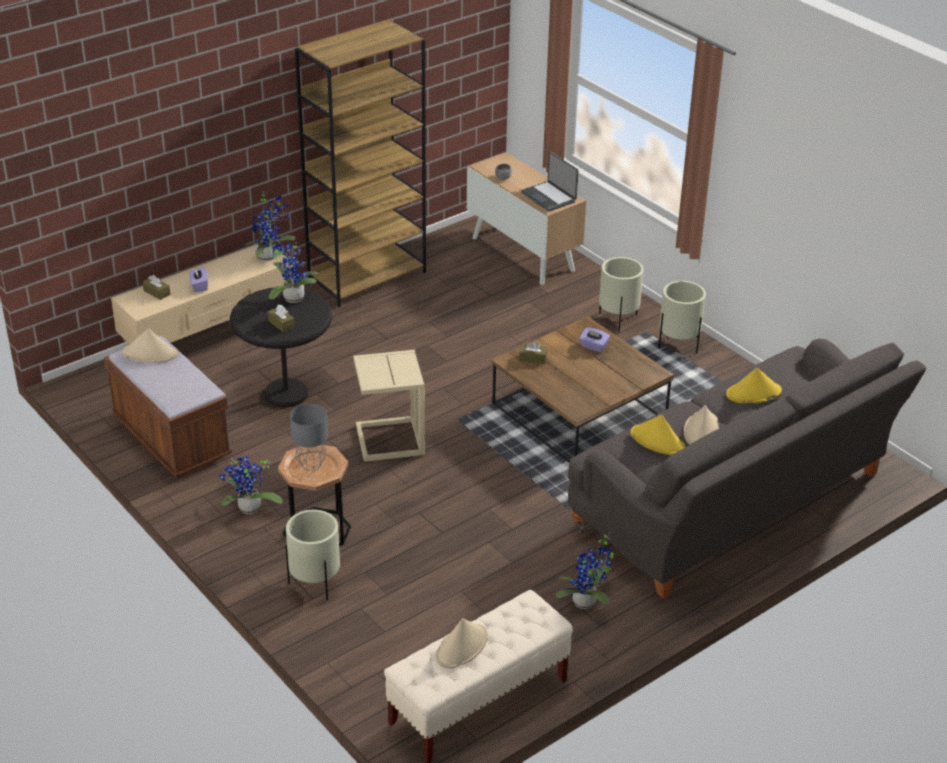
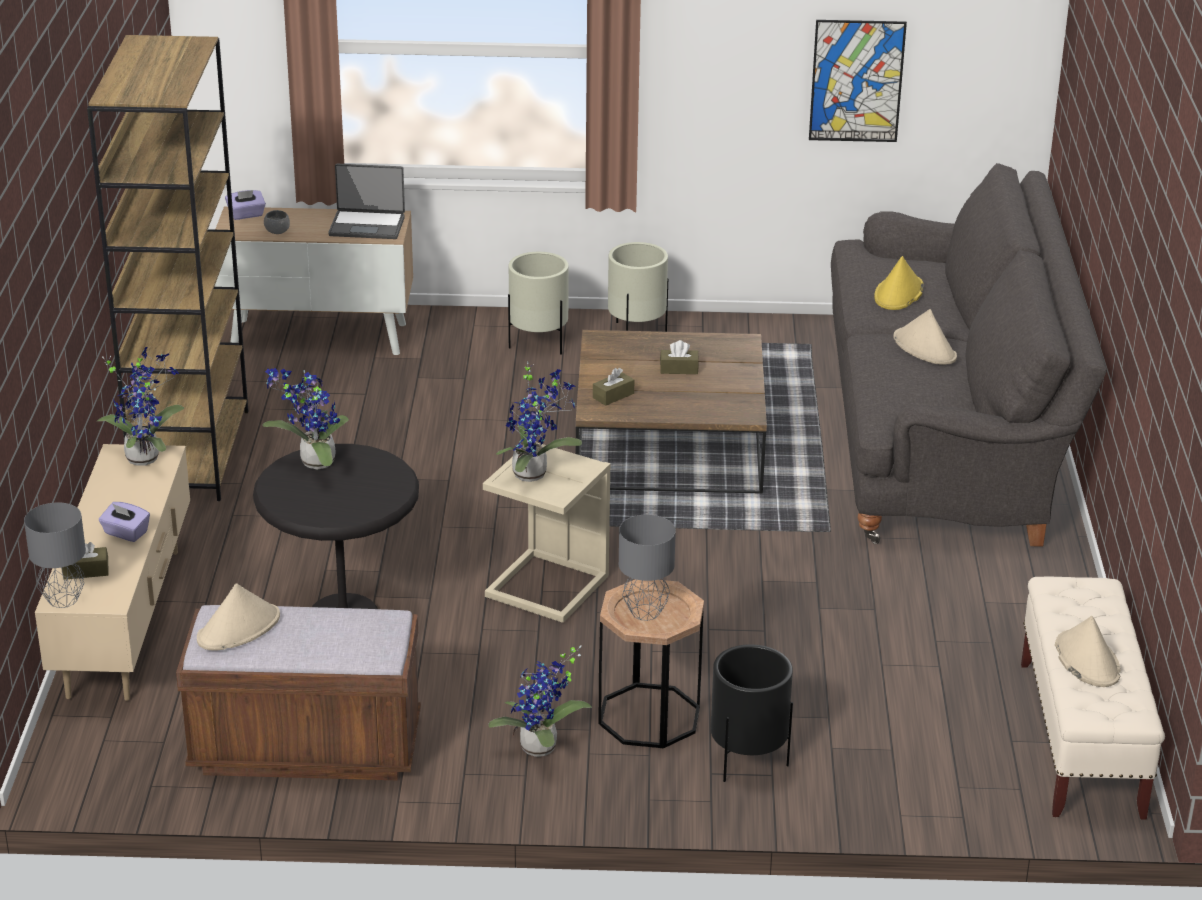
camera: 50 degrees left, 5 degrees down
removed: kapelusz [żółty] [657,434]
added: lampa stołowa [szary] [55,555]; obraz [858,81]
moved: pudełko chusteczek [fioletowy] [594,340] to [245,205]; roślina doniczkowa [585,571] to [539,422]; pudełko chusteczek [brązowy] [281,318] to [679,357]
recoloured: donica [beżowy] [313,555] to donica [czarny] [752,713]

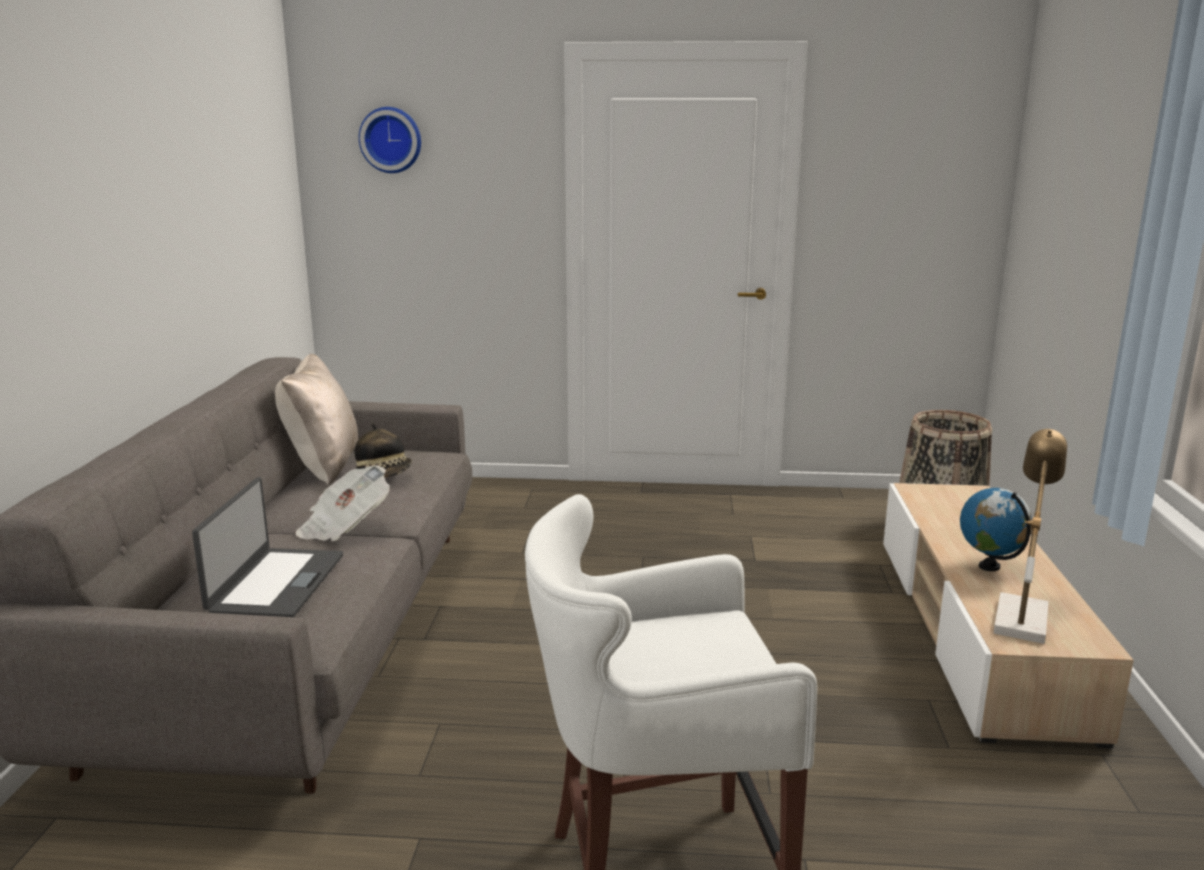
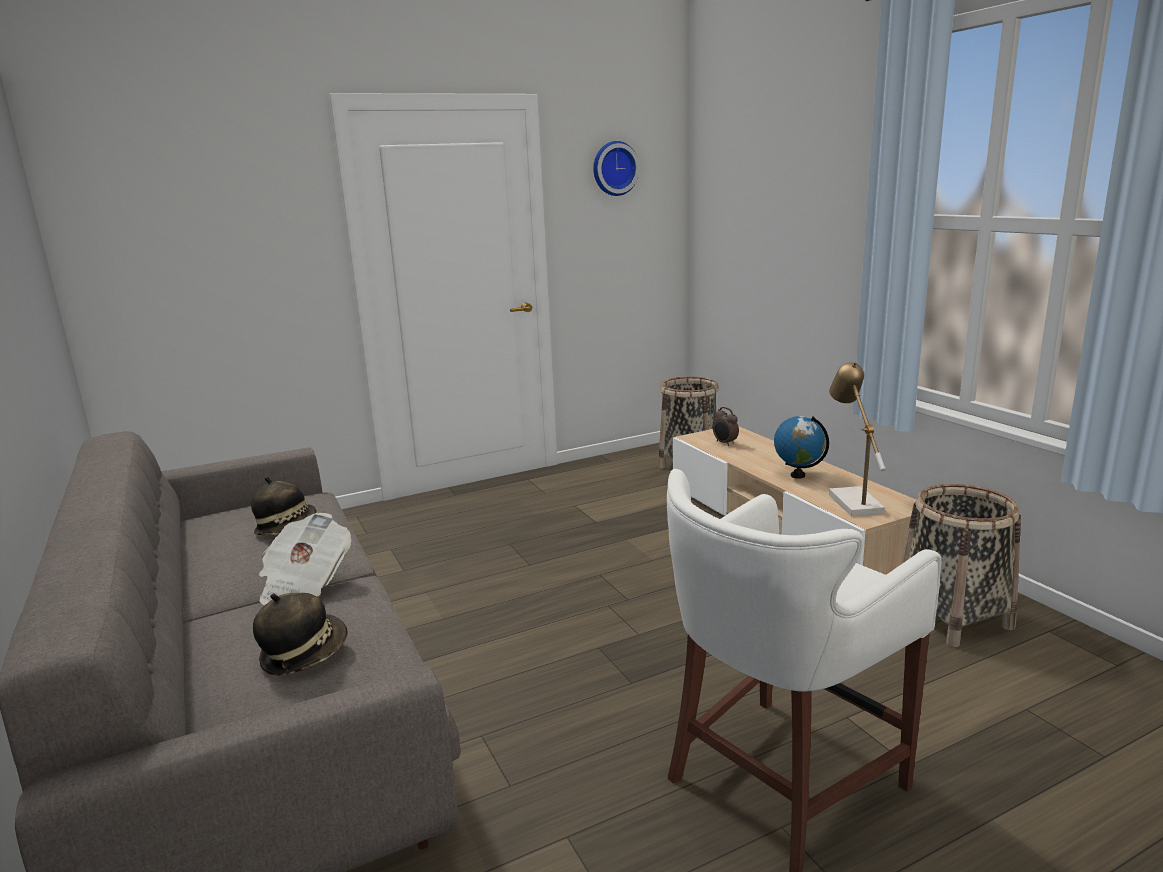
camera: 30 degrees left, 0 degrees up
removed: poduszka [beżowy] [317,419]
added: budzik [726,426]; koszyk [961,565]
moved: zegar ścienny [390,140] to [616,168]
replaced: laptop [267,547] to kapelusz [300,634]

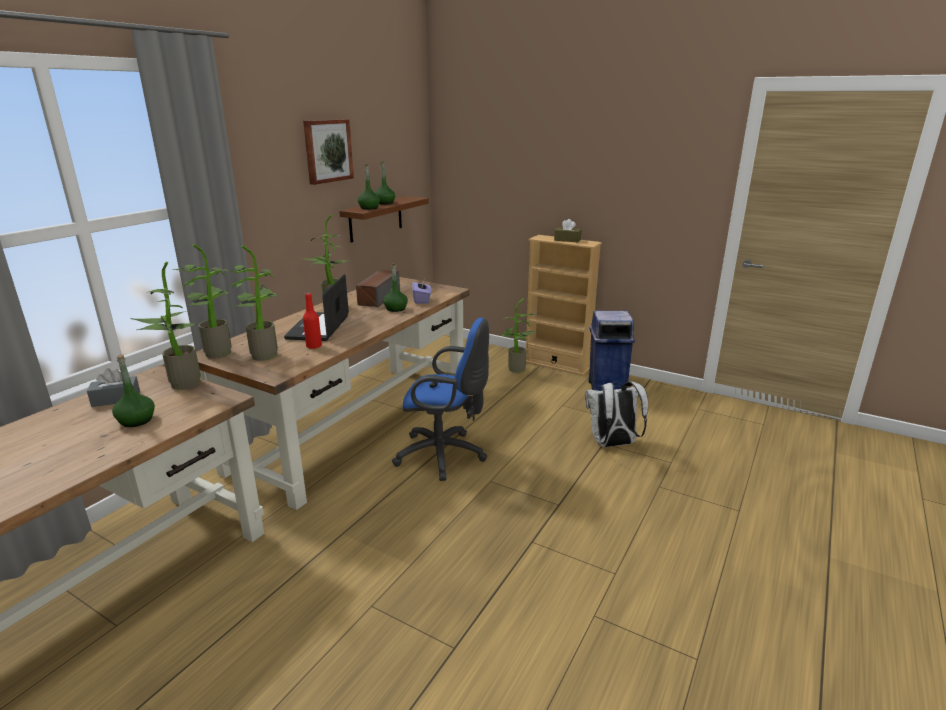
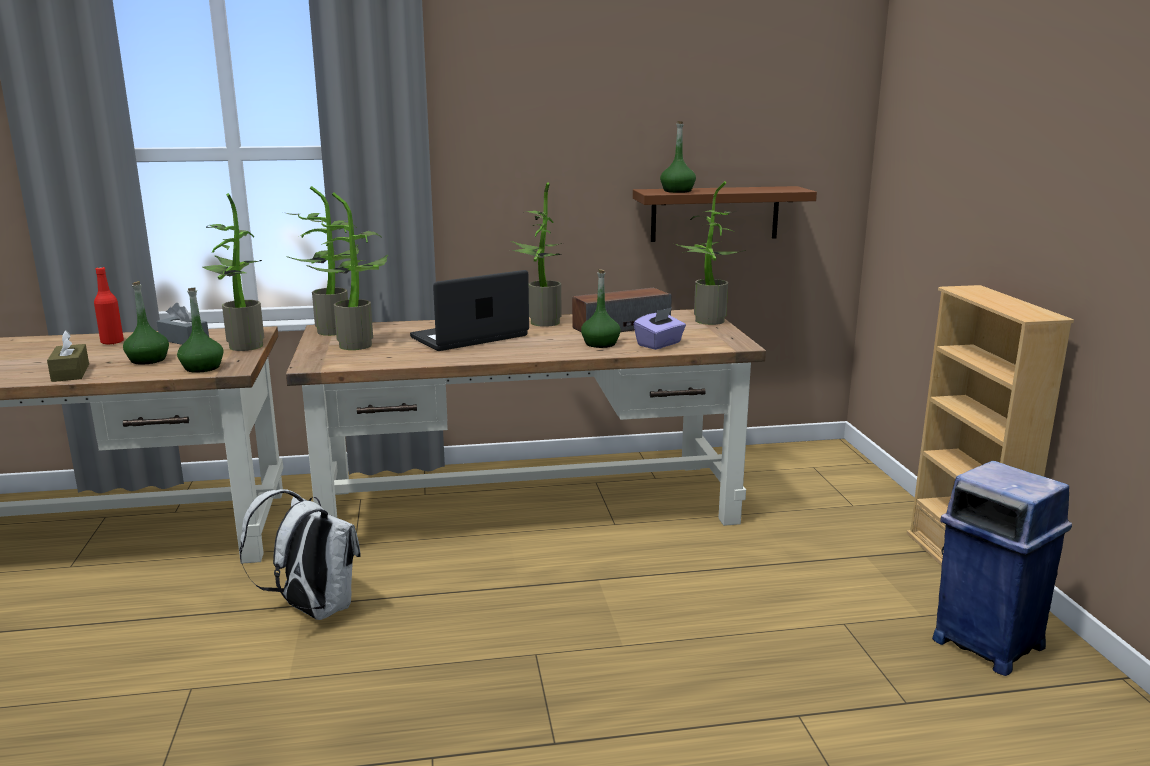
camera: 50 degrees right, 5 degrees down
removed: obraz [328,152]; krzesło biurowe [niebieski] [440,399]
moved: pudełko chusteczek [brązowy] [568,230] to [68,356]; butelka [czerwony] [312,321] to [109,306]; butelka [zielony] [385,183] to [200,330]; plecak [biały] [616,414] to [299,554]; roślina doniczkowa [520,335] to [710,253]

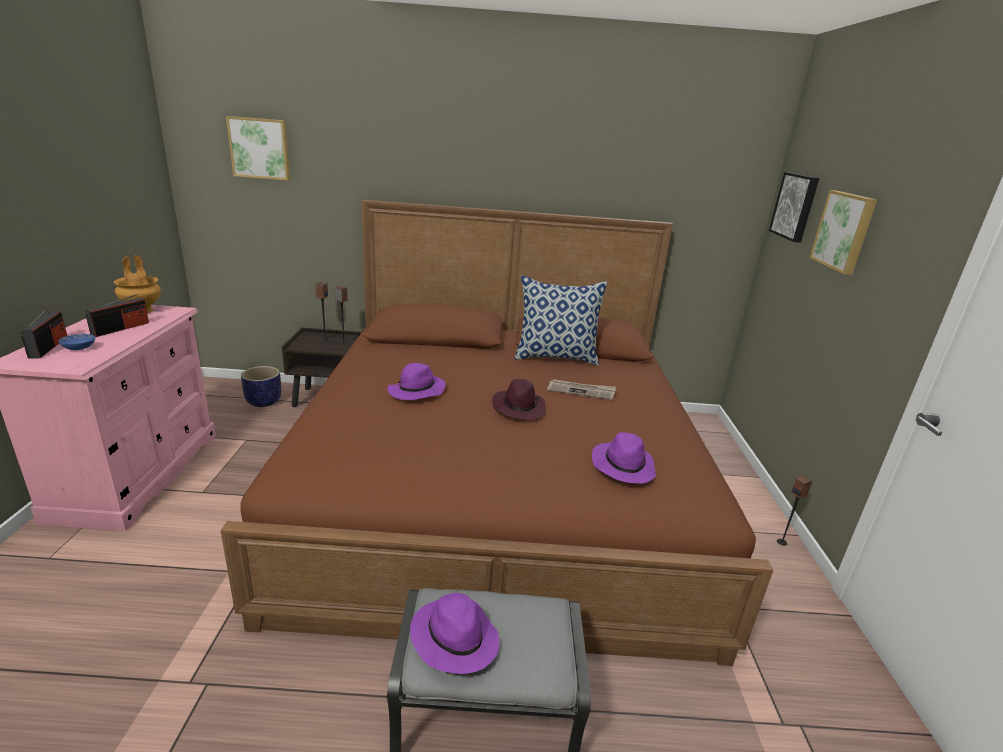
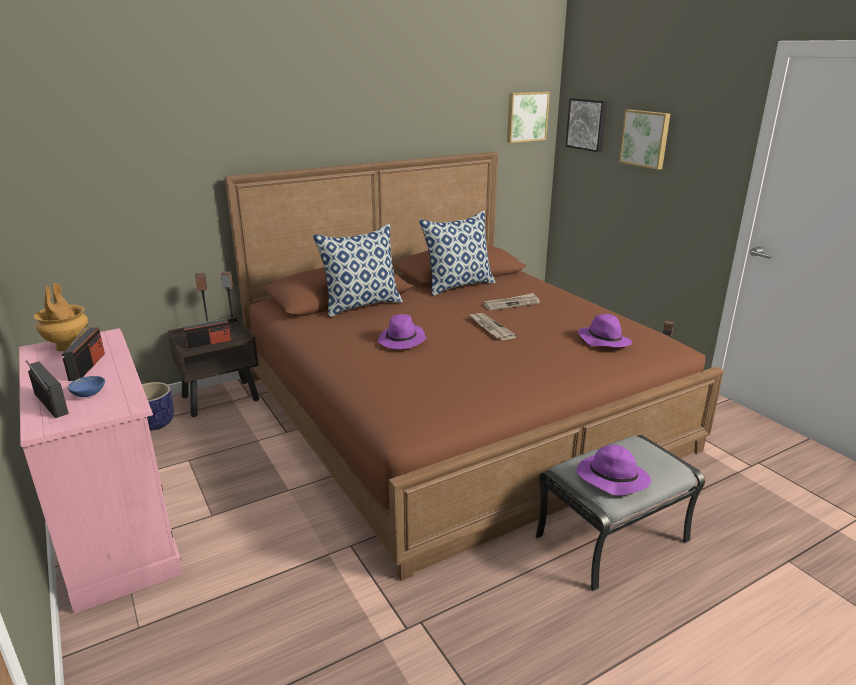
camera: 30 degrees left, 0 degrees up
added: radio [207,332]; poduszka [358,271]
moved: obraz [258,148] to [528,117]
replaced: kapelusz [fioletowy] [519,399] to gazeta [493,326]

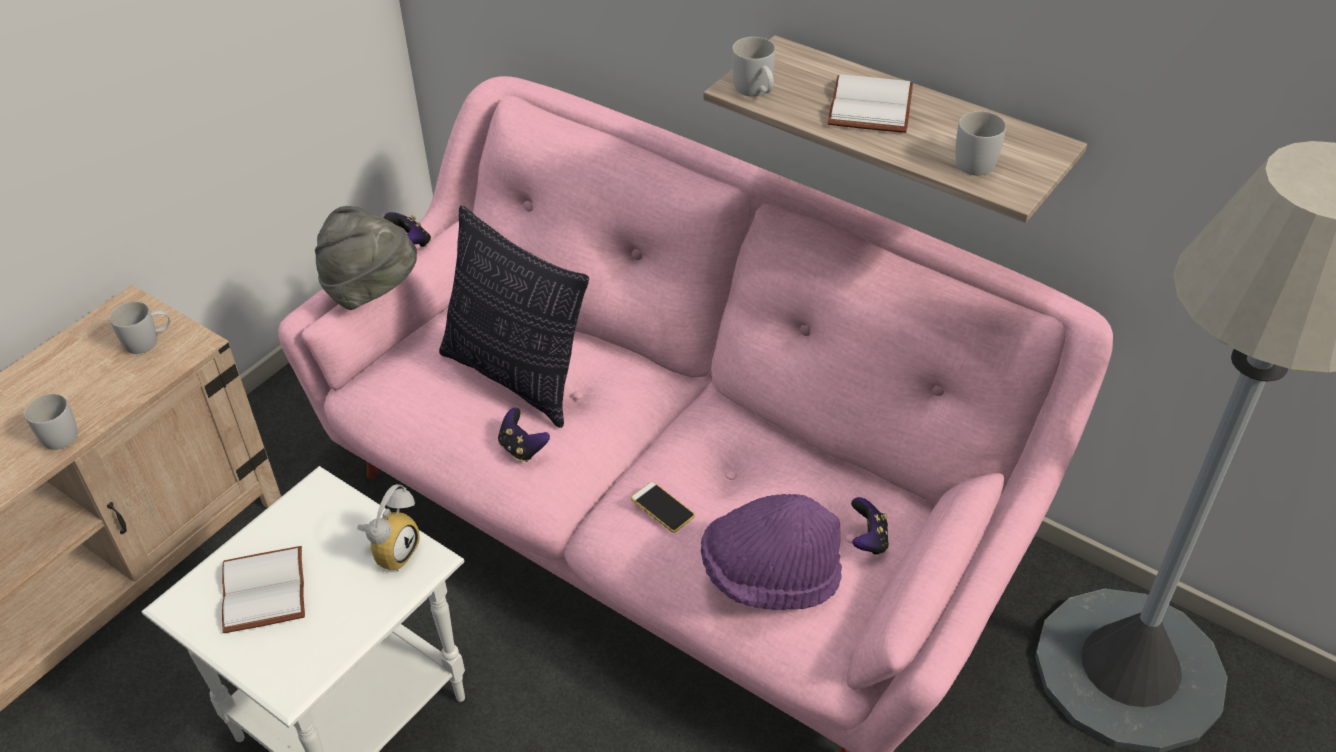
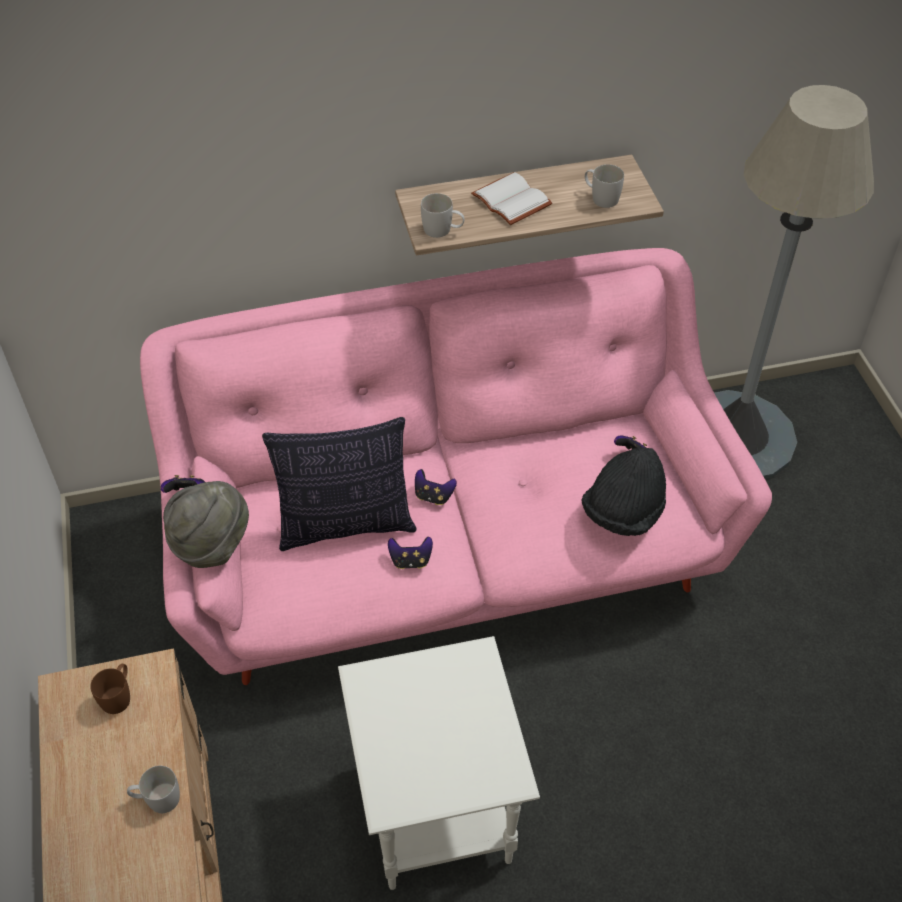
camera: 50 degrees left, 5 degrees up
removed: książka [biały] [263,589]; budzik [388,527]; telefon [663,507]
added: pad do gier [436,487]
recoloured: kubek [biały] [140,327] to kubek [brązowy] [110,689]; kapelusz [fioletowy] [771,552] to kapelusz [czarny] [624,491]

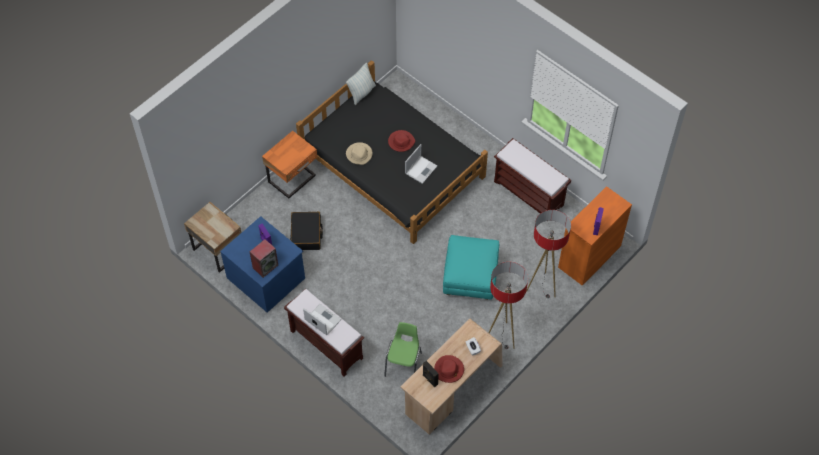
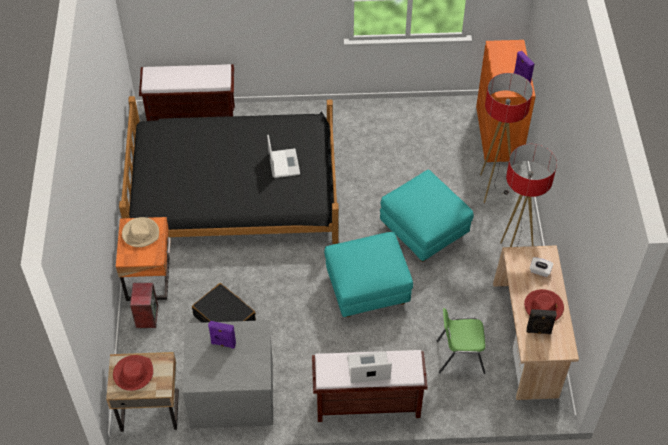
camera: 45 degrees left, 5 degrees down
removed: poduszka [361,84]
added: pufa [turkusowy] [368,274]
moved: kapelusz [czerwony] [401,141] to [133,373]; kapelusz [beżowy] [359,153] to [140,232]; głośnik [264,258] to [144,305]; ławka [brązowy] [532,176] to [187,92]
recoloured: komoda [niebieski] [262,264] to komoda [szary] [227,374]
turned: krzesło [zielony] [403,349] = [461,341] 60 degrees counterclockwise

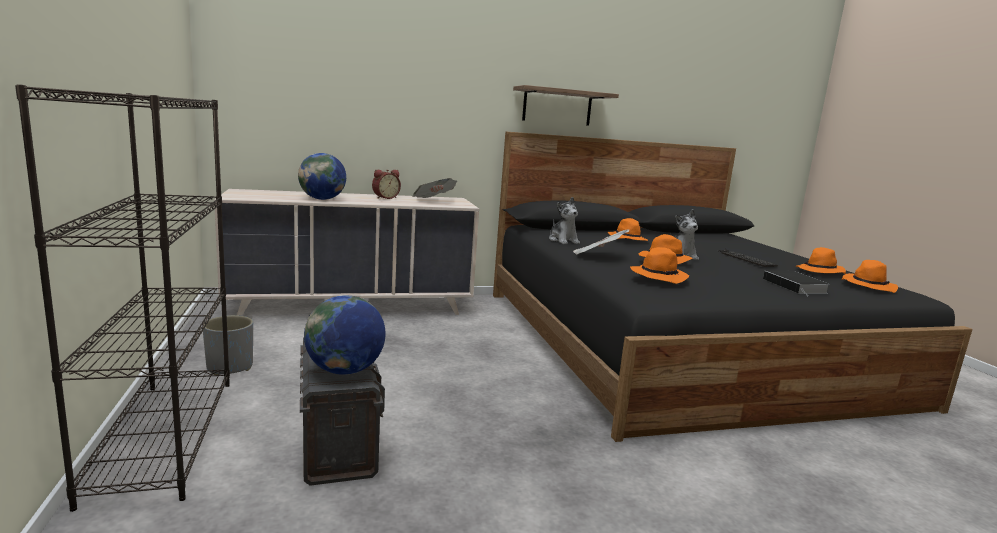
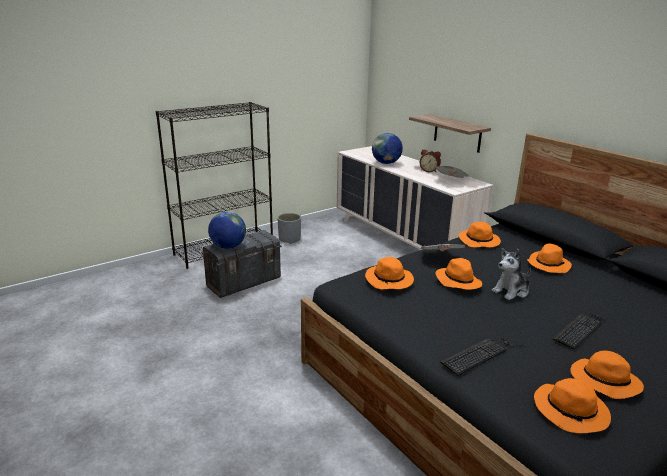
camera: 70 degrees right, 10 degrees up
moved: półka [566,105] to [450,133]
replaced: książka [796,284] to klawiatura [483,356]; pluszak [564,220] to kapelusz [pomarańczowy] [480,234]

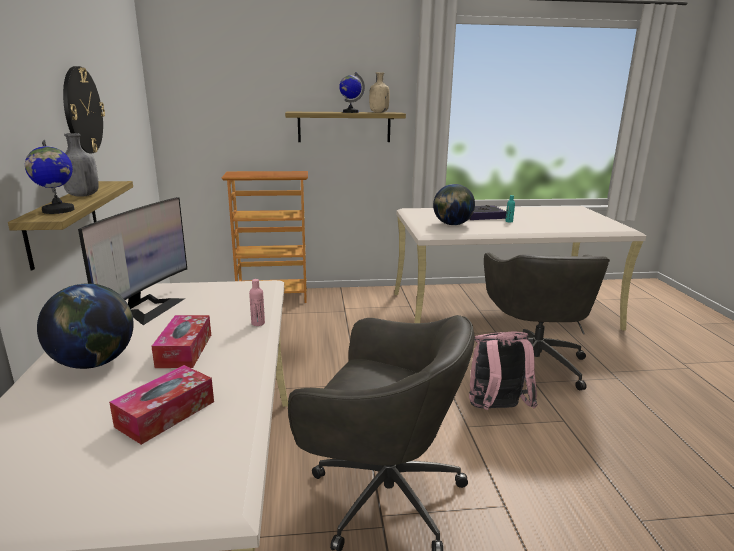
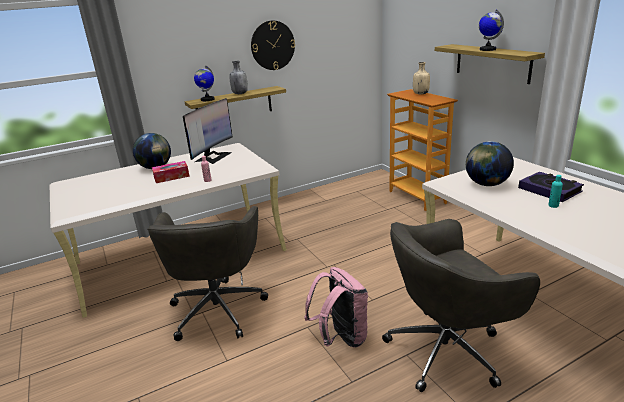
camera: 70 degrees right, 5 degrees up
removed: pudełko chusteczek [161,405]
moved: butelka [beżowy] [379,92] to [421,78]
turned: monitor [132,261] = [207,131] 60 degrees counterclockwise

